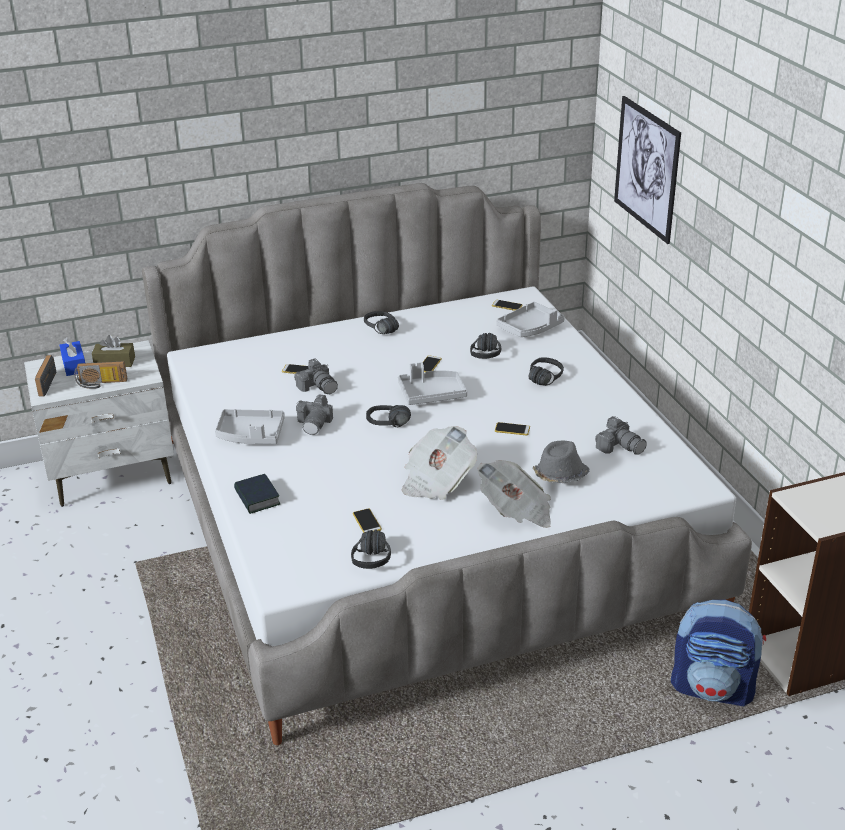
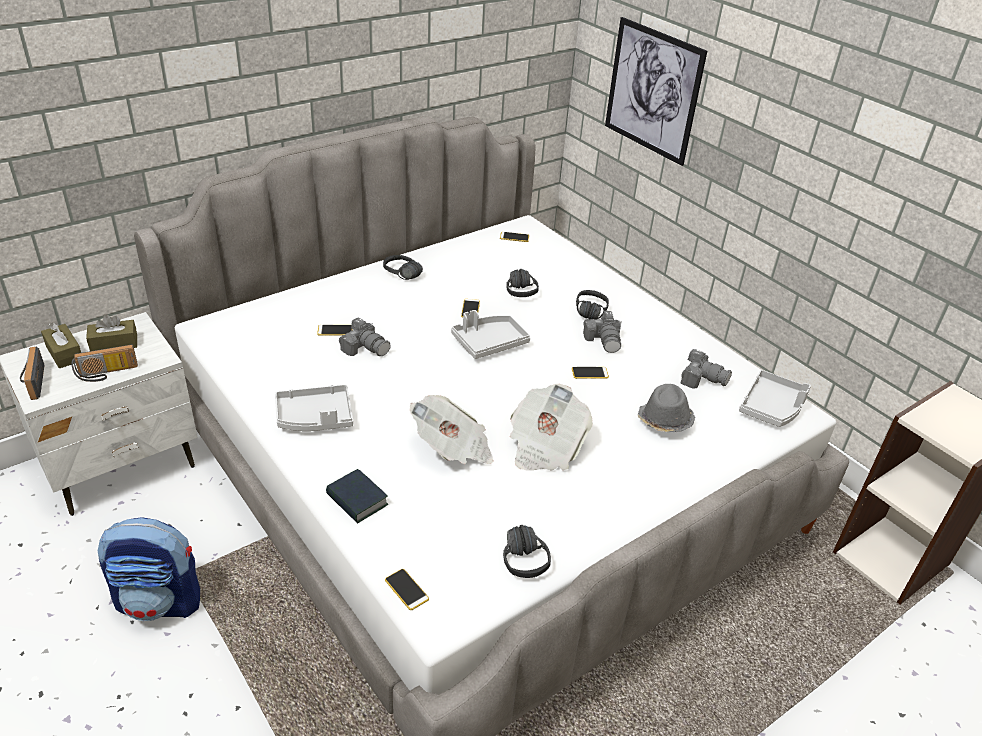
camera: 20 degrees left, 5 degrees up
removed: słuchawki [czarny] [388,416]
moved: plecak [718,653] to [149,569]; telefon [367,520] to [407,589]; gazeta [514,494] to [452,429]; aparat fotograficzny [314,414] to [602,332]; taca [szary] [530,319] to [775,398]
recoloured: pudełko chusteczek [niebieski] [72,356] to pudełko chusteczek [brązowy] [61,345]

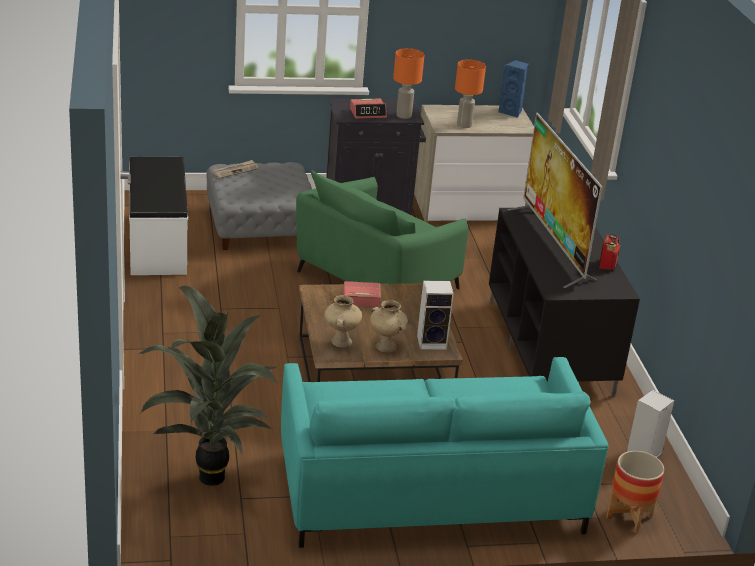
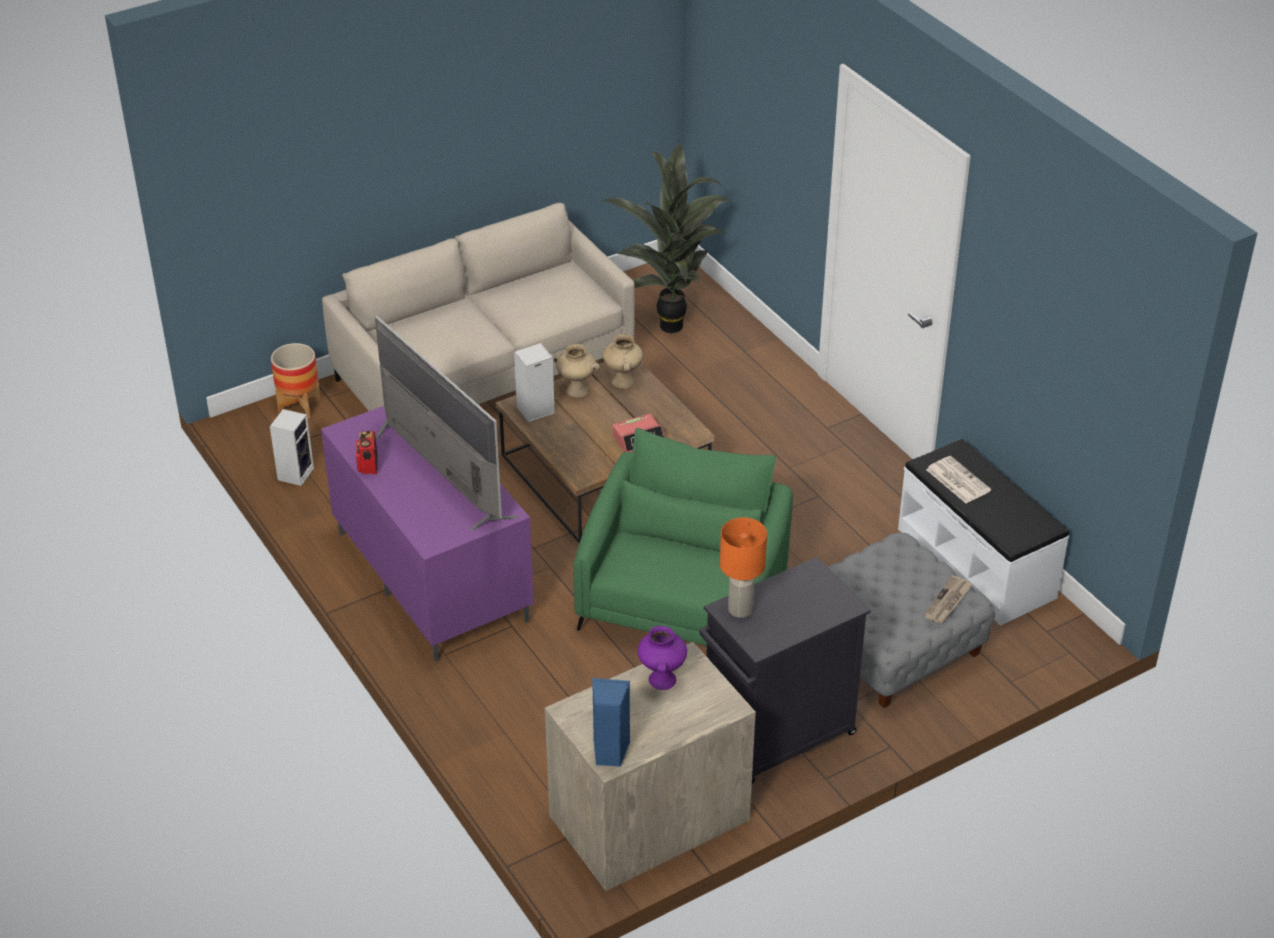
camera: 160 degrees right, 10 degrees up
removed: budzik [368,109]
added: gazeta [958,479]
replaced: lampa stołowa [pomarańczowy] [470,93] to wazon [fioletowy] [662,658]
recoloured: szafka pod telewizor [czarny] [564,302] to szafka pod telewizor [fioletowy] [427,534]; kanapa [turkusowy] [444,452] to kanapa [beżowy] [478,307]

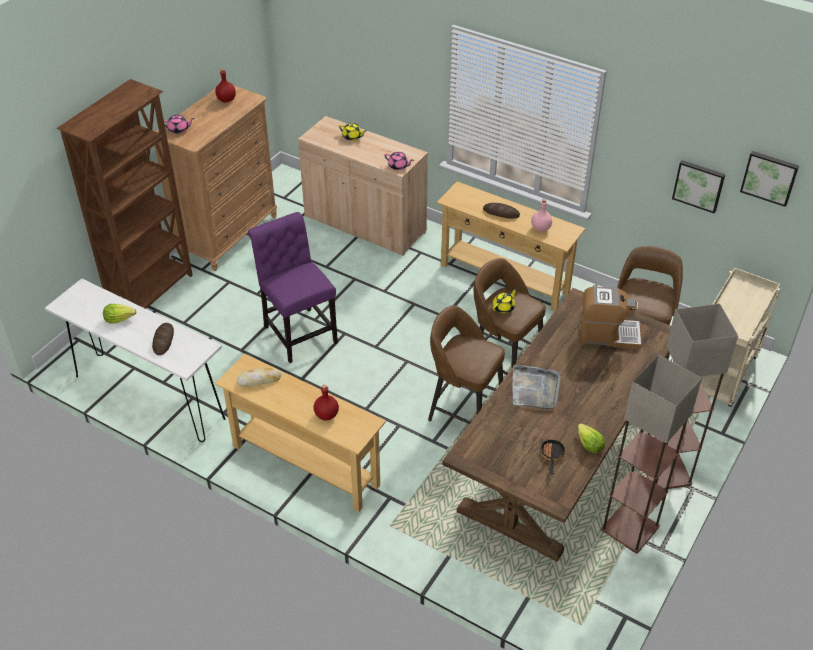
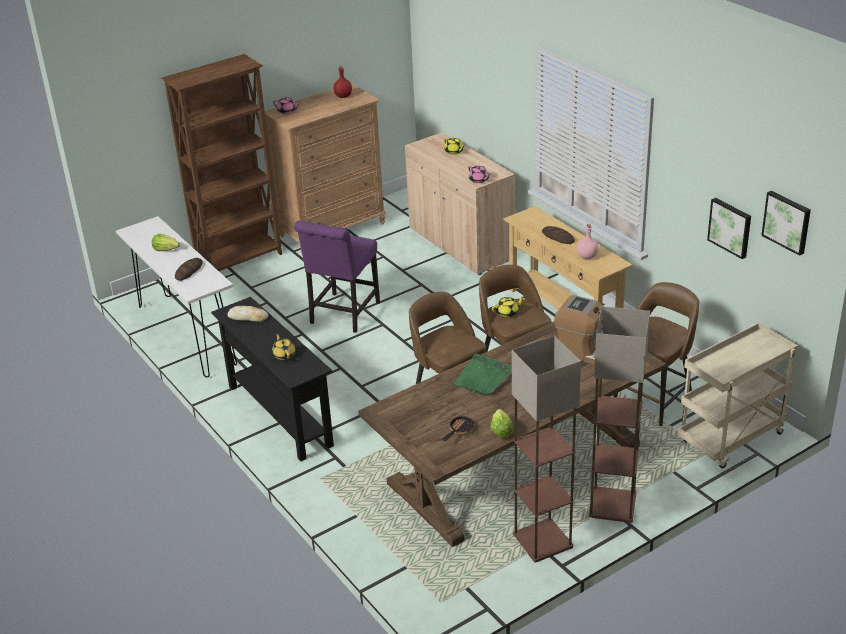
camera: 25 degrees right, 10 degrees down
replaced: butelka [czerwony] [326,403] to imbryk [żółty] [284,346]
recoloured: stolik konsolowy [beżowy] [300,433] to stolik konsolowy [czarny] [272,379]; taca [szary] [536,387] to taca [zielony] [483,375]
turned: krzesło [fioletowy] [293,287] = [337,277] 150 degrees counterclockwise

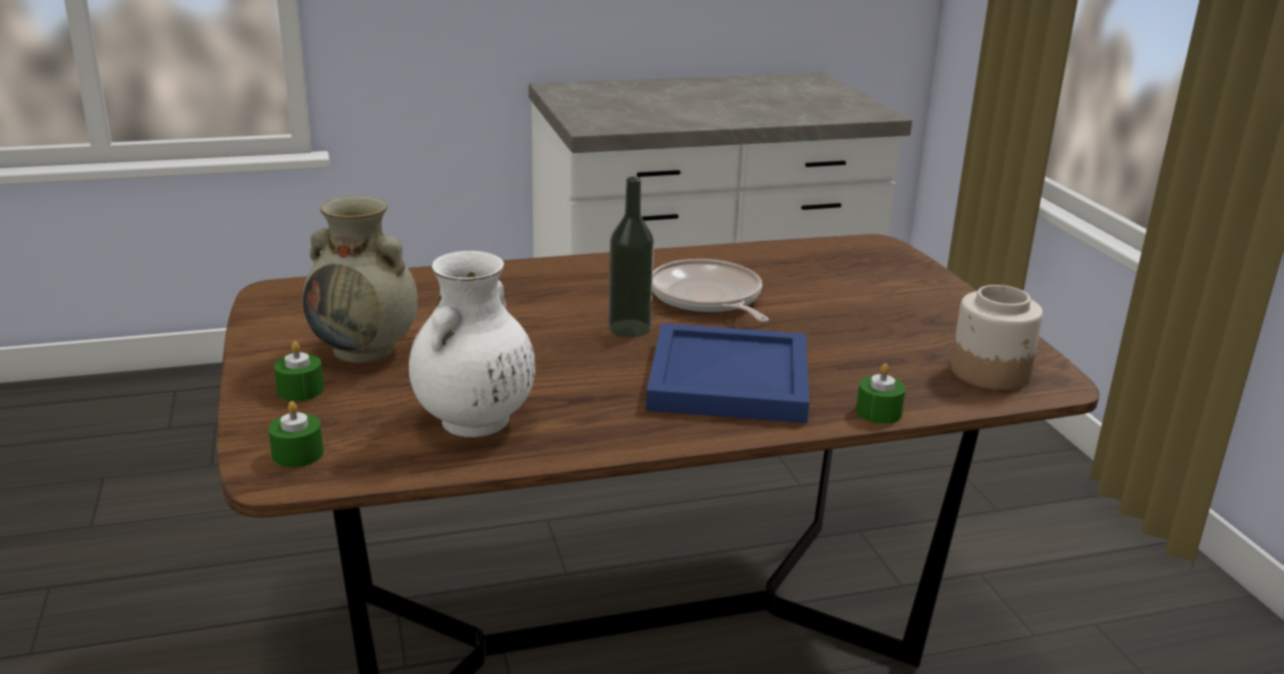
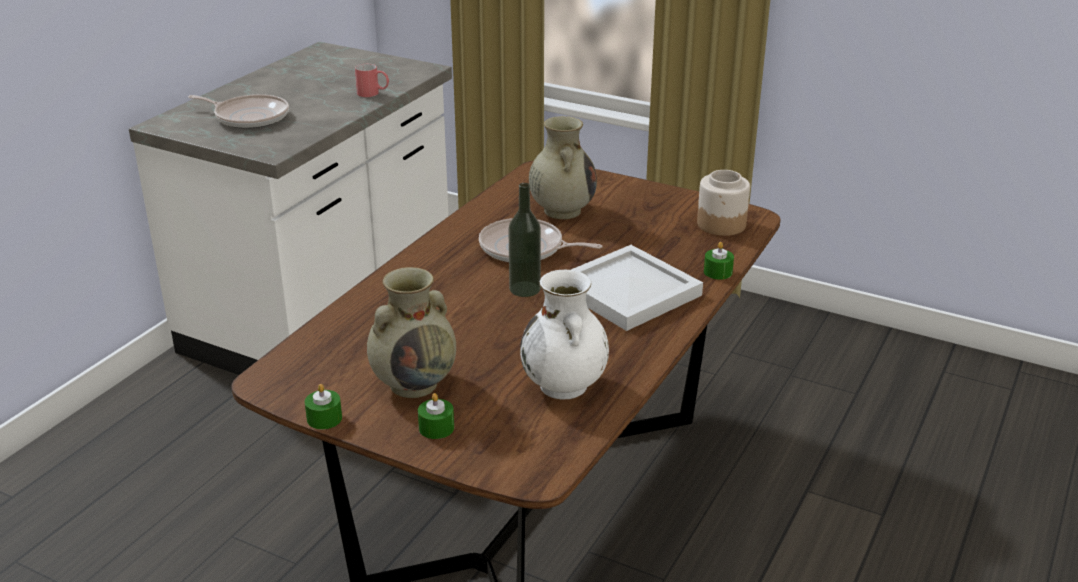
camera: 45 degrees left, 5 degrees up
added: patelnia [238,111]; kubek [czerwony] [372,80]; wazon [beżowy] [563,167]
moved: świeca [zielony] [296,434] to [323,406]
recoloured: taca [niebieski] [727,373] to taca [biały] [637,288]

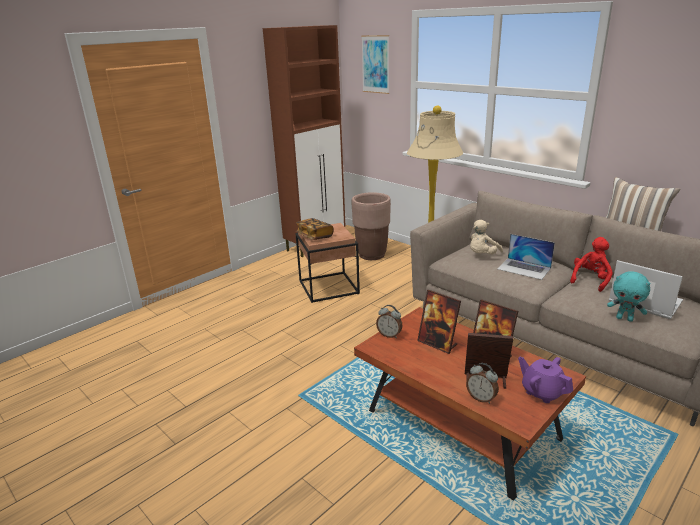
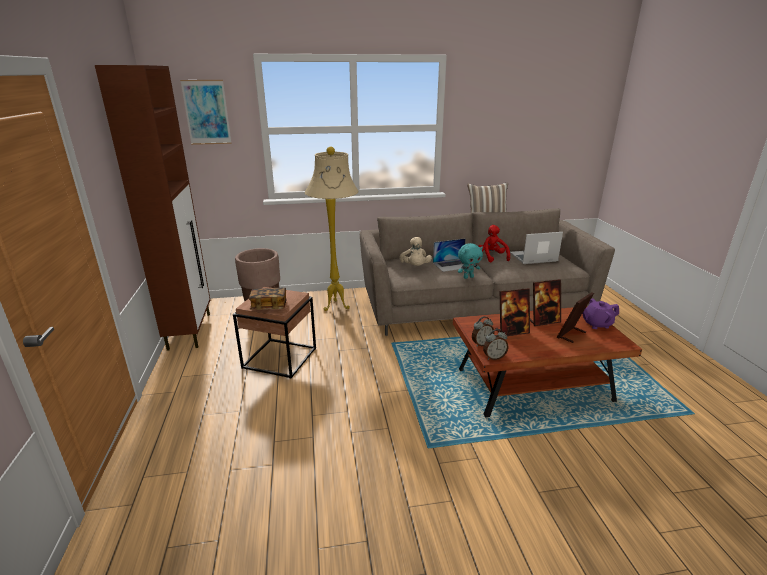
camera: 55 degrees left, 0 degrees up
moved: pluszak [turkusowy] [628,296] to [470,261]; budzik [482,383] to [496,344]

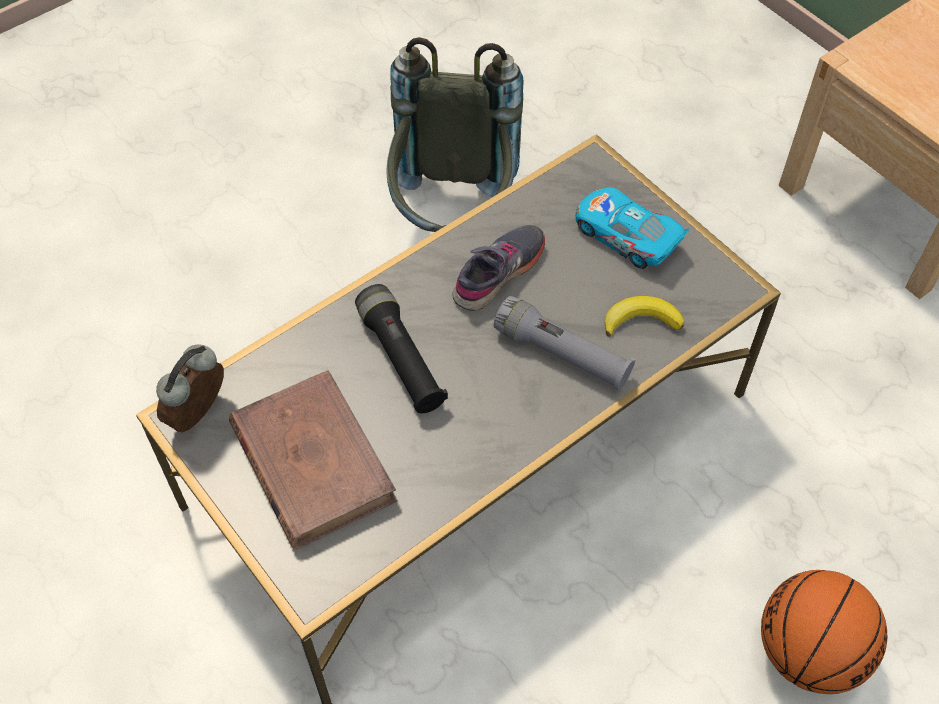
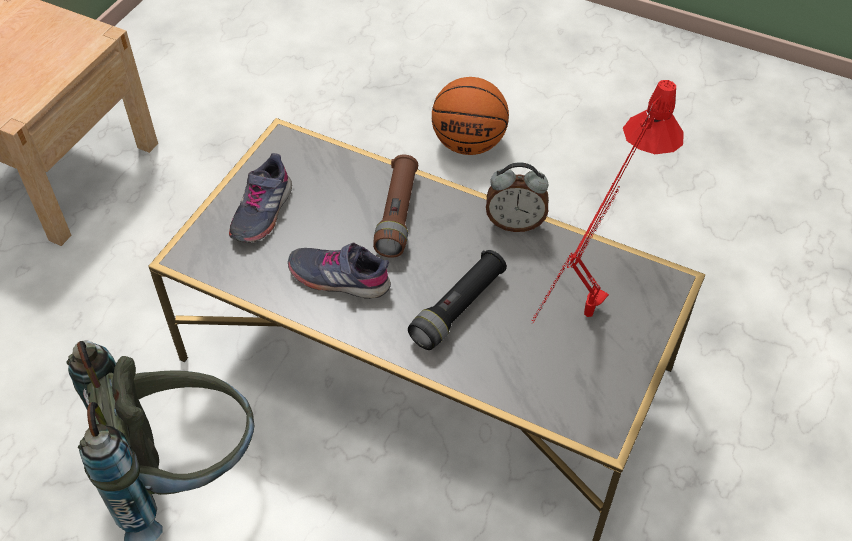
camera: 115 degrees left, 5 degrees down
removed: banan [644,316]
moved: budzik [190,388] to [517,197]
replaced: samochodzik [632,228] to but [szary] [260,198]; książka [brązowy] [313,459] to lampa stołowa [czerwony] [608,202]
recoloured: latarka [szary] [565,343] to latarka [brązowy] [395,206]

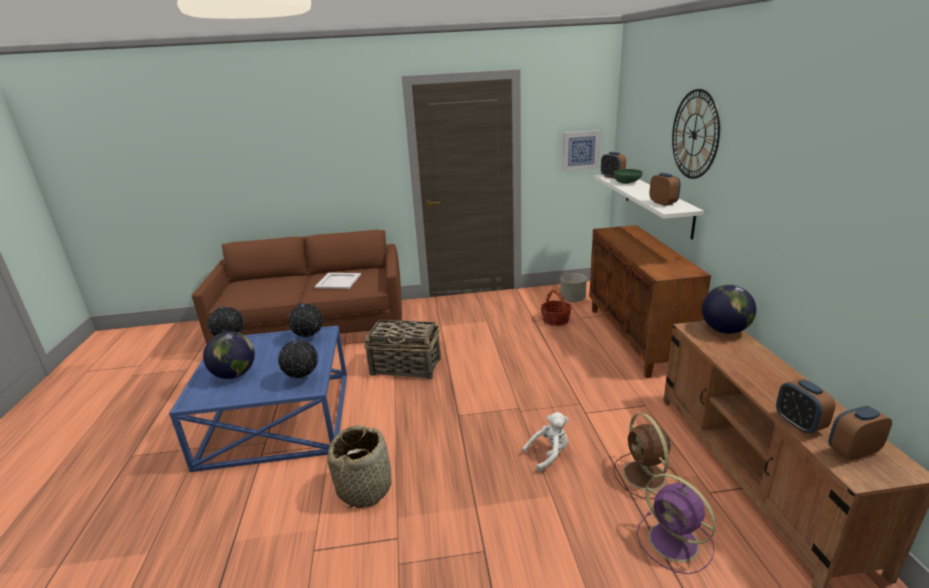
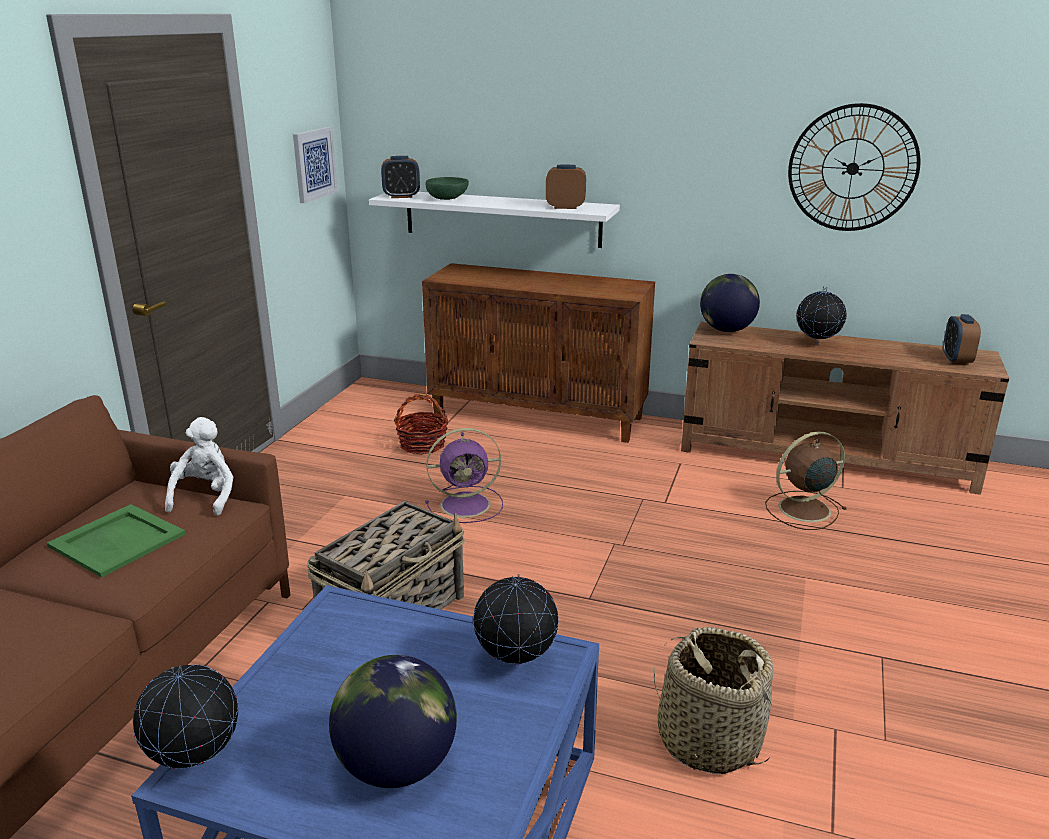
camera: 65 degrees left, 0 degrees up
removed: donica [szary] [573,287]; budzik [805,406]
moved: pluszak [biały] [545,442] to [199,466]; wentylator [fioletowy] [676,523] to [464,475]; zegar ścienny [696,134] to [854,167]; globus [305,320] to [822,315]
recoloured: taca [biały] [337,281] to taca [zielony] [116,541]
turned: wentylator [brązowy] [645,456] = [805,480] 150 degrees clockwise

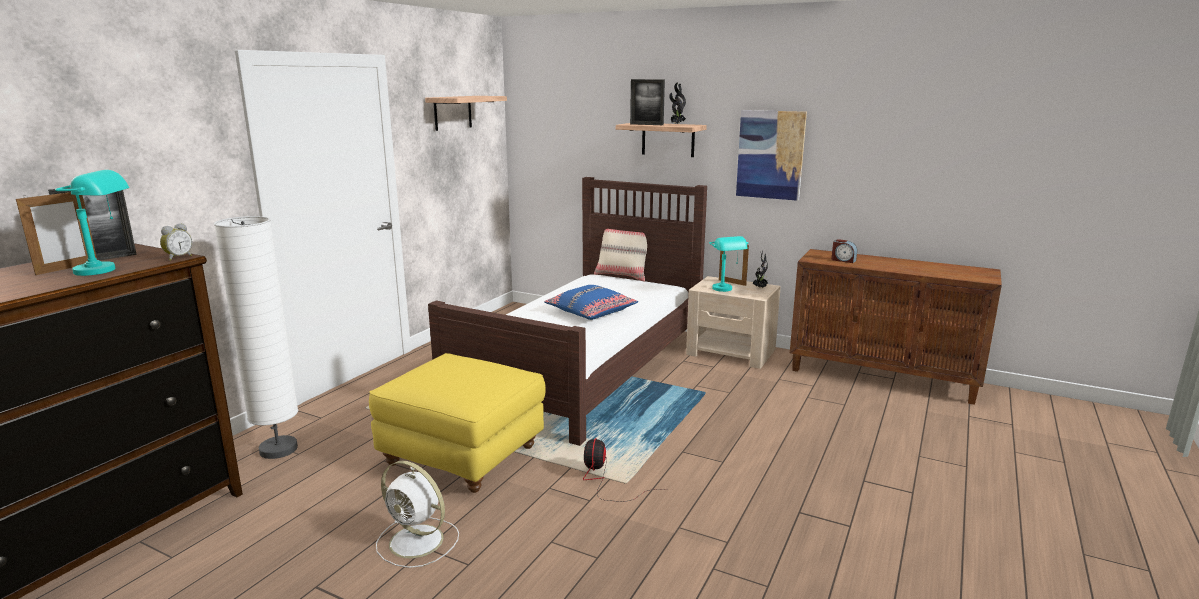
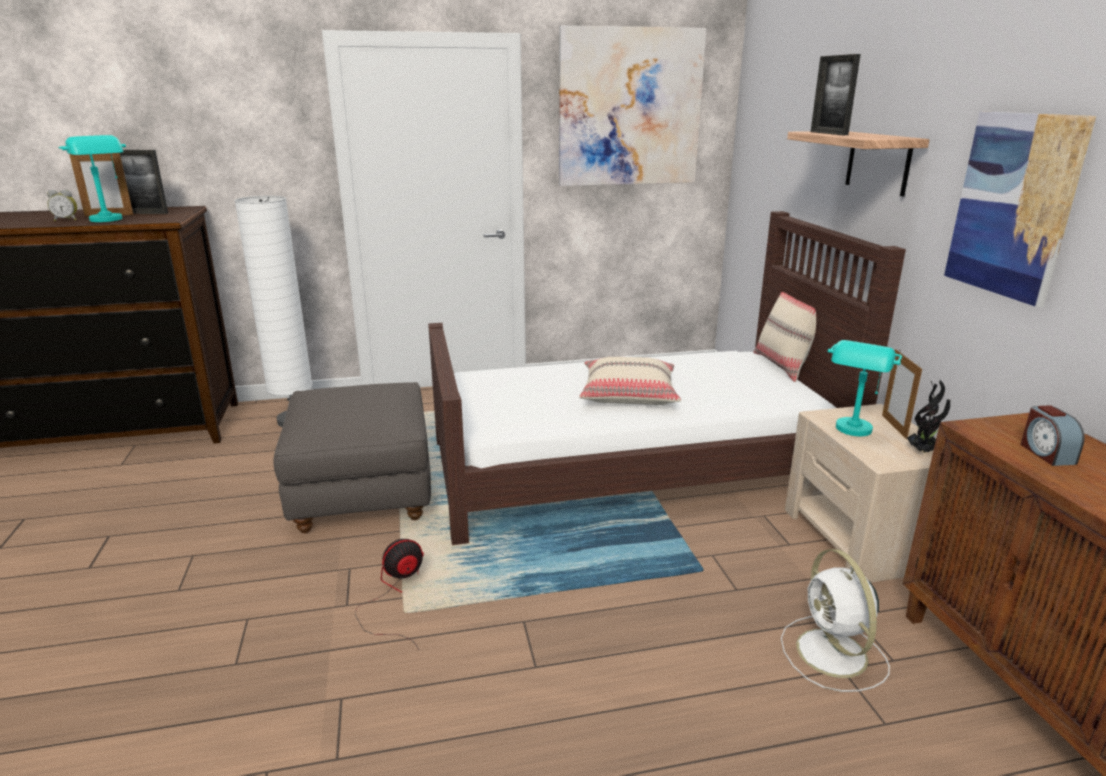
camera: 50 degrees right, 5 degrees up
removed: roślina doniczkowa [677,103]
moved: budzik [176,242] to [62,205]; wentylator [biały] [417,514] to [835,620]
replaced: półka [466,113] to obraz [632,105]
recoloured: pufa [żółty] [457,423] to pufa [szary] [352,457]; poduszka [niebieski] [591,302] to poduszka [beżowy] [630,381]

